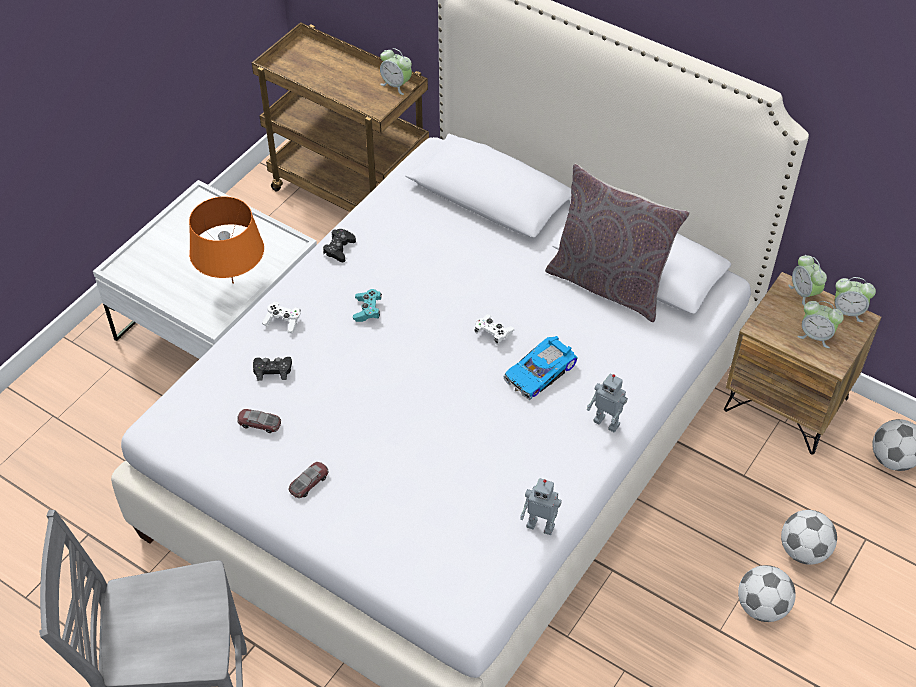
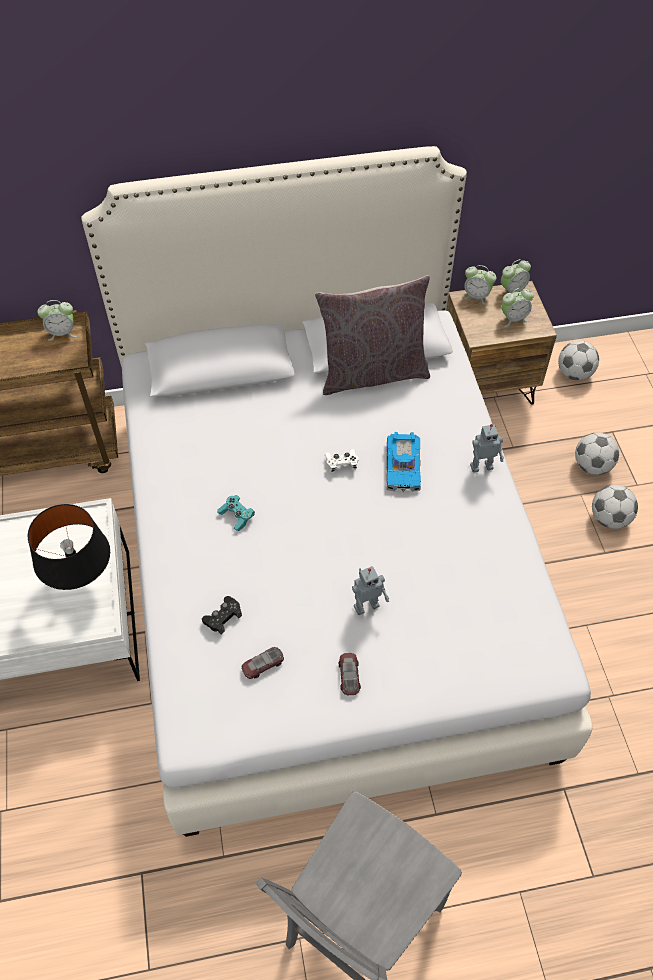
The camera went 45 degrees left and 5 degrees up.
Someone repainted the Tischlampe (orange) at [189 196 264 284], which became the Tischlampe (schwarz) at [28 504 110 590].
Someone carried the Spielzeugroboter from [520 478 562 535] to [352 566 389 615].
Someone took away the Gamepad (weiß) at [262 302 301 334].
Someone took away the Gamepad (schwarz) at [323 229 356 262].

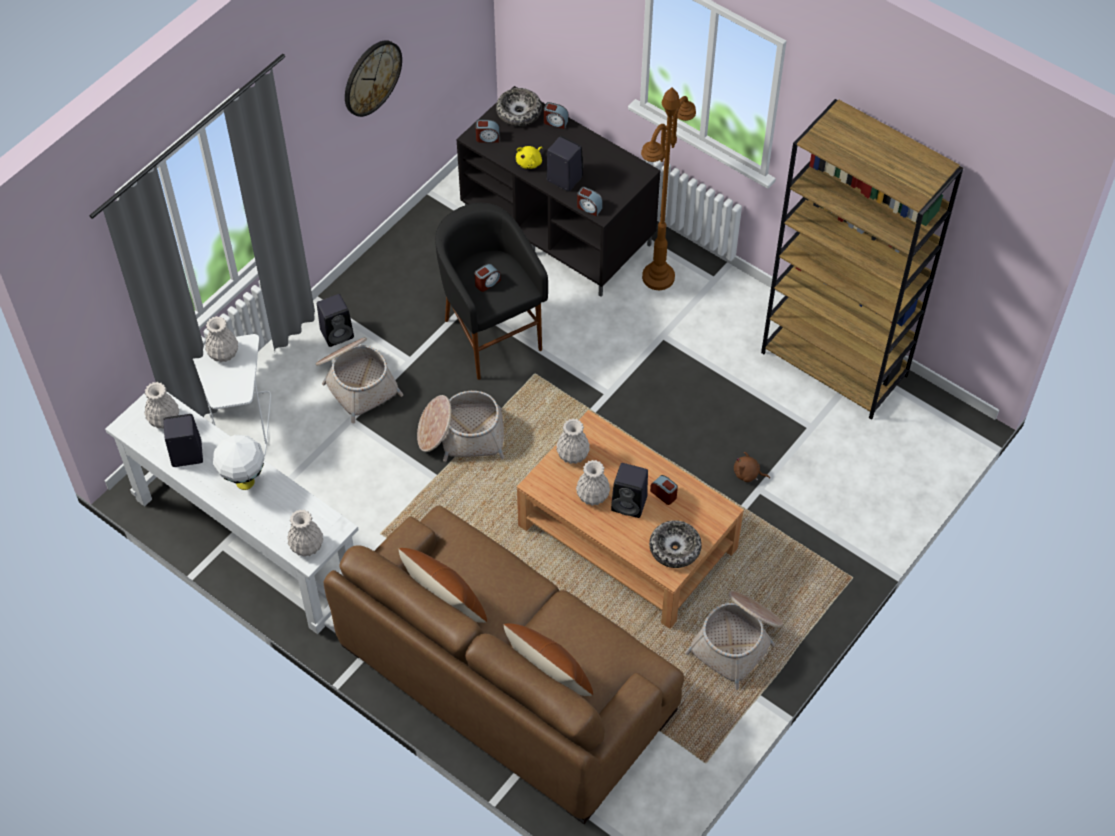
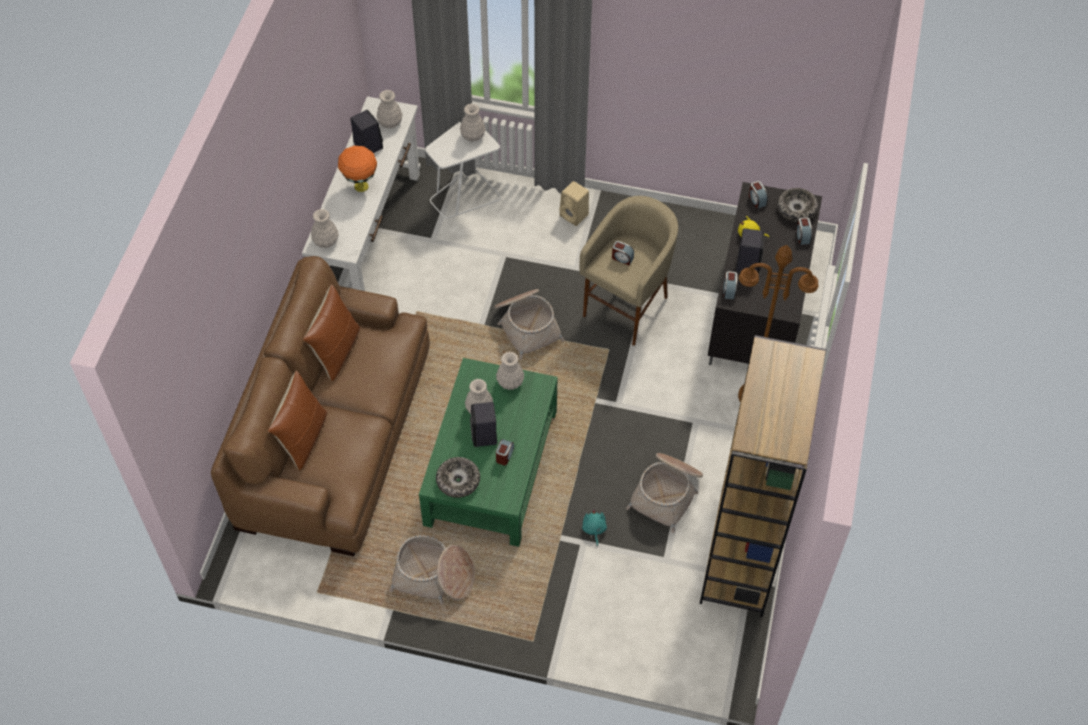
The camera went 65 degrees right and 0 degrees up.
Someone repainted the Tischlampe (weiß) at [213 435 264 490], which became the Tischlampe (orange) at [338 146 377 192].
Someone repainted the Couchtisch (braun) at [517 410 744 629], which became the Couchtisch (grün) at [419 358 558 547].
Someone repainted the Lautsprecher (schwarz) at [317 294 354 347], which became the Lautsprecher (beige) at [559 181 589 226].
Someone repainted the Hocker (schwarz) at [435 203 548 380], which became the Hocker (beige) at [579 196 678 346].
Someone repainted the Plüschtier (braun) at [734 452 770 482], which became the Plüschtier (türkis) at [582 509 607 546].
Someone carried the Korb from [316 337 404 423] to [626 453 703 533].
Someone took away the Wanduhr at [345 40 402 117].

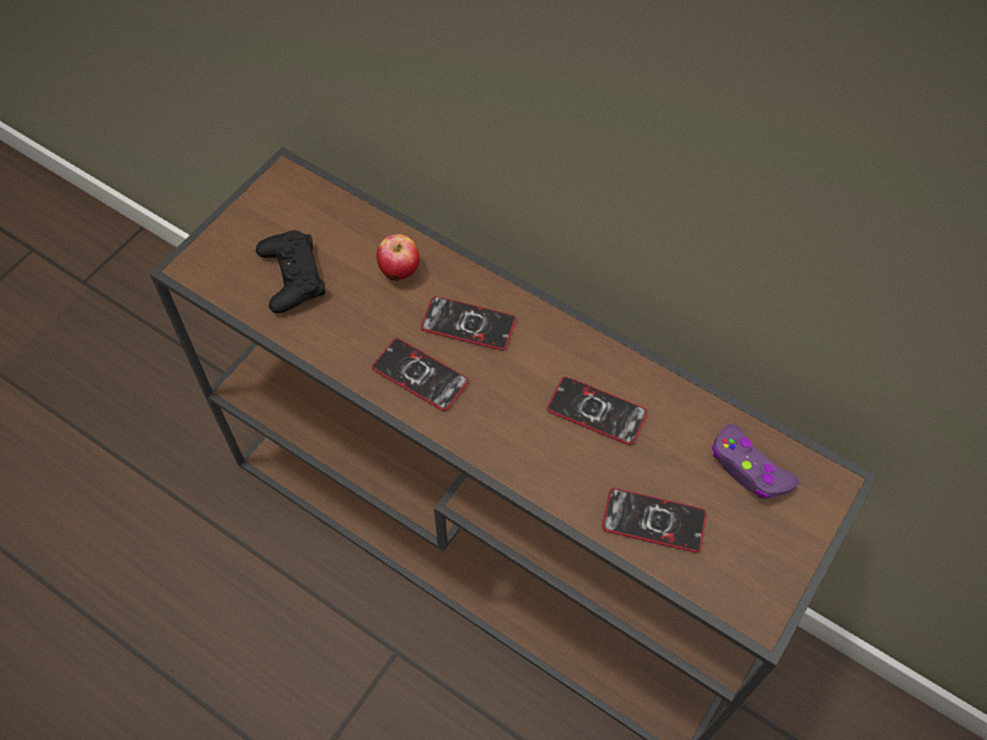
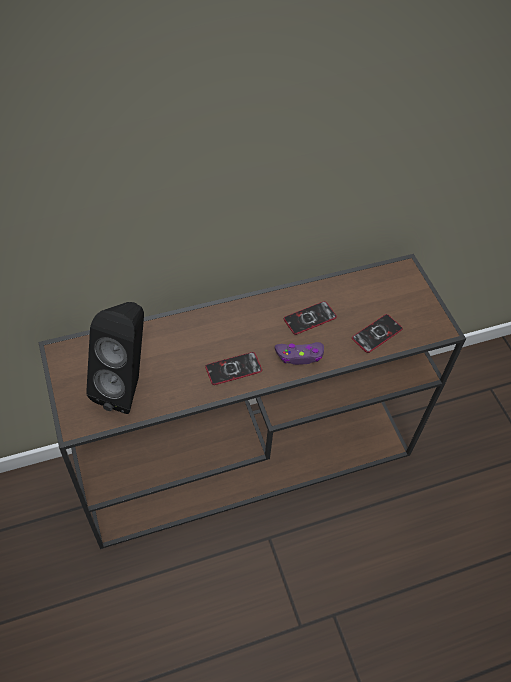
The camera went 55 degrees left and 5 degrees down.
Someone swapped the Gamepad (schwarz) at [256 230 325 314] for the Lautsprecher (schwarz) at [86 302 144 414].
Someone carried the Gamepad (lila) from [712 424 799 499] to [275 342 324 365].
Someone took away the Apfel at [376 234 420 281].
Someone took away the Handy at [421 296 516 350].

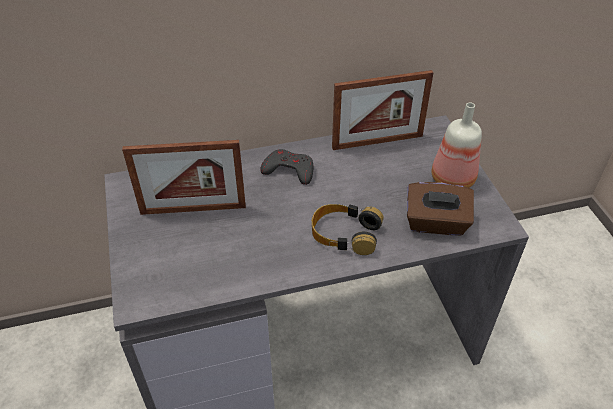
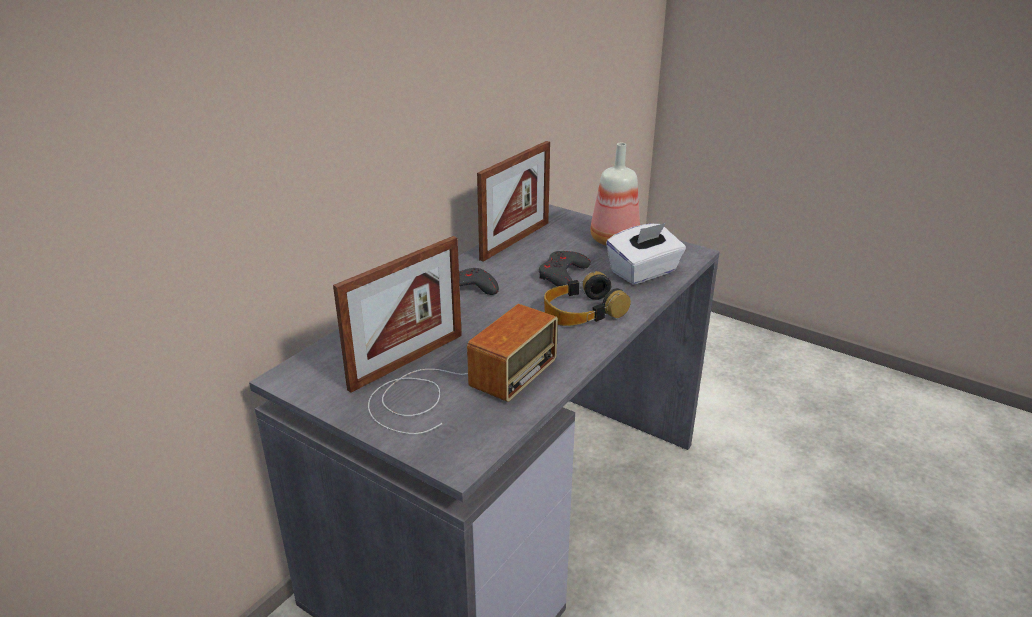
The camera went 40 degrees left and 15 degrees down.
Someone put down the Radio at [368 304 558 434].
Someone put down the Gamepad (grau) at [539 251 591 287].
Someone repainted the Taschentuchbox (braun) at [407 182 474 236], which became the Taschentuchbox (weiß) at [606 223 686 284].

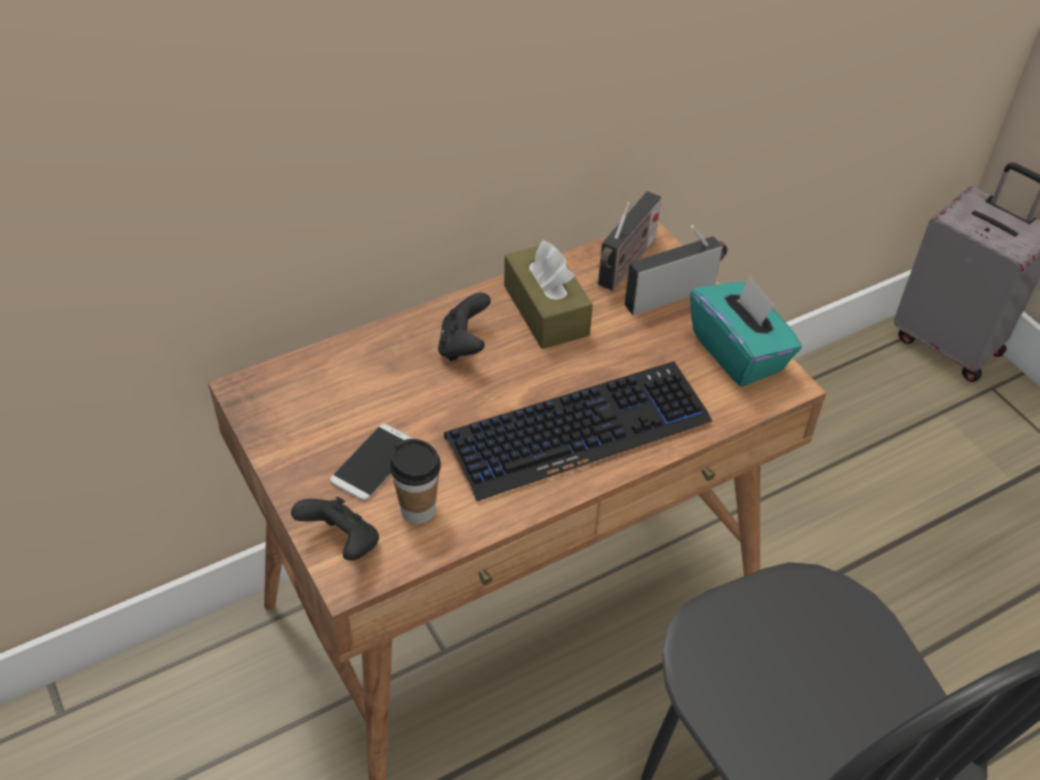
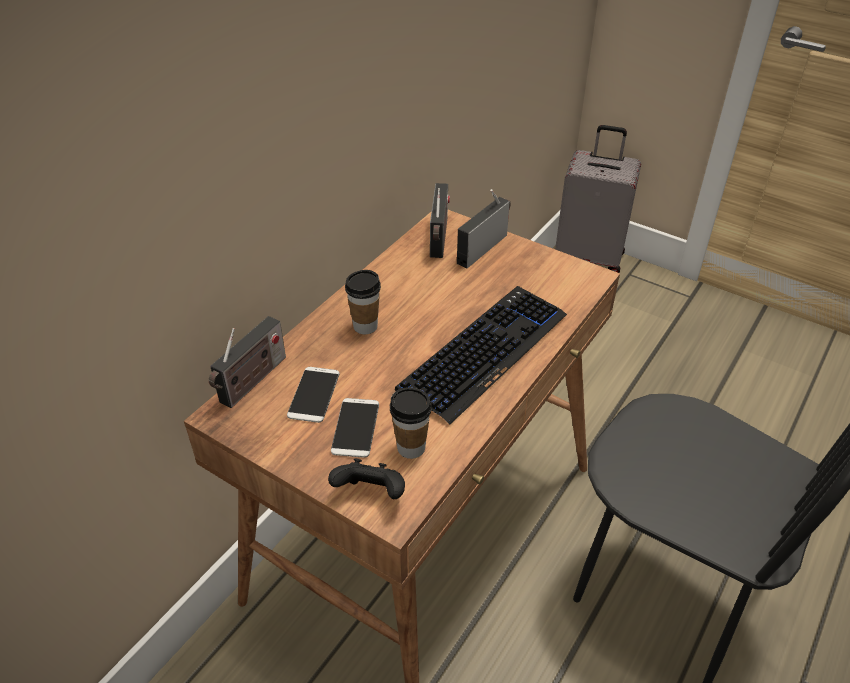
The camera went 25 degrees left and 5 degrees down.
Someone put down the Radio at [209 316 286 408].
Someone put down the Handy at [287 367 339 423].
Someone swapped the Gamepad (schwarz) at [438 293 491 361] for the Tasse at [345 270 381 334].
Someone took away the Taschentuchbox (braun) at [504 240 593 349].
Someone took away the Taschentuchbox (türkis) at [690 276 802 387].

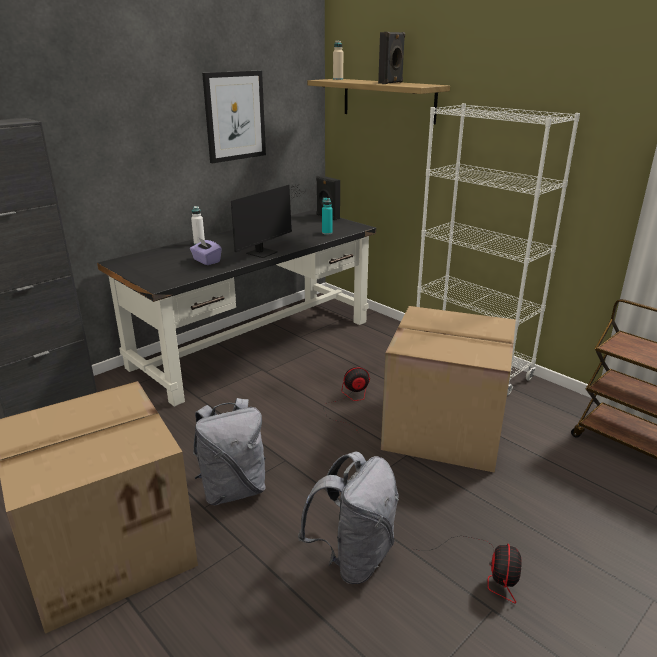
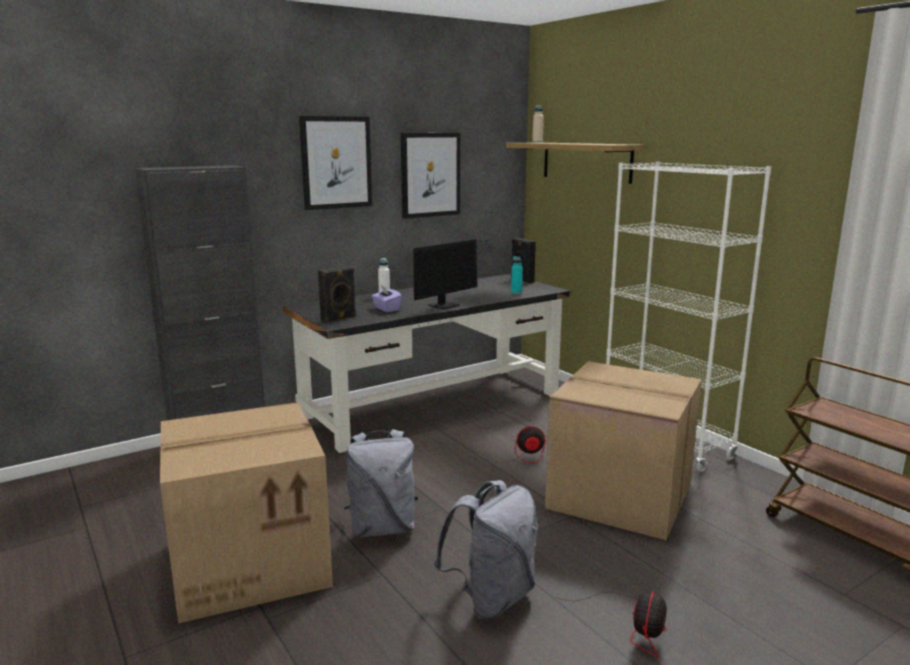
The camera went 10 degrees right and 10 degrees down.
Someone put up the Bild at [299 116 372 210].
Someone carried the Lautsprecher (schwarz) from [378 32 405 84] to [318 265 356 322].

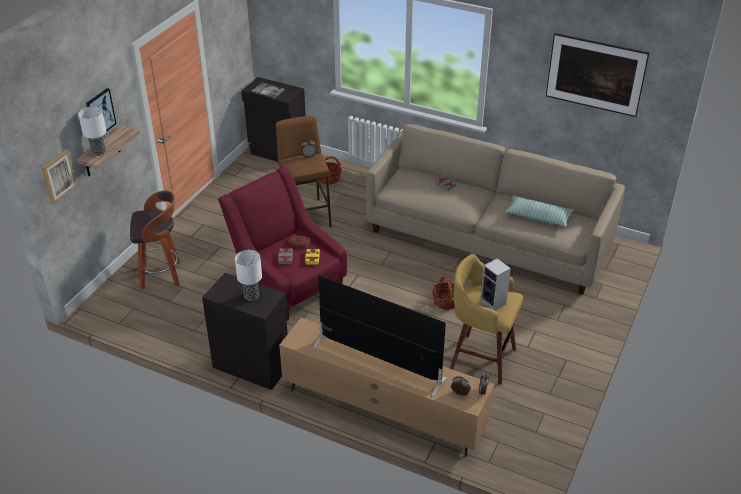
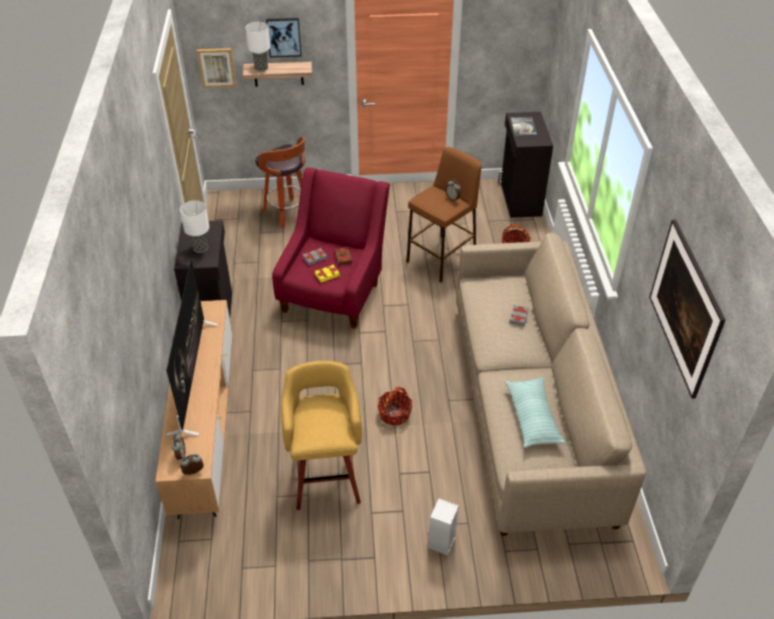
The camera went 60 degrees right and 5 degrees up.
Someone carried the Lautsprecher from [480 258 511 310] to [428 498 459 556].

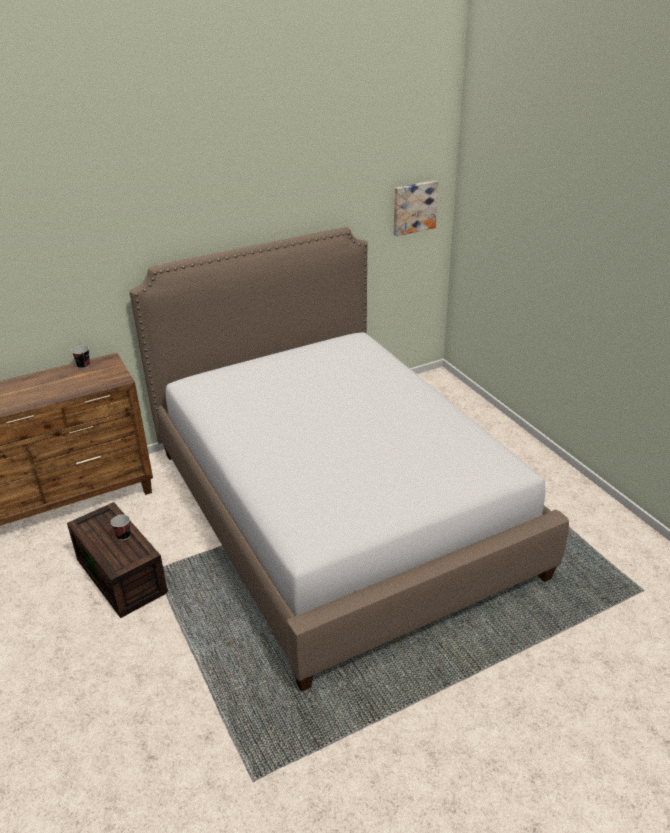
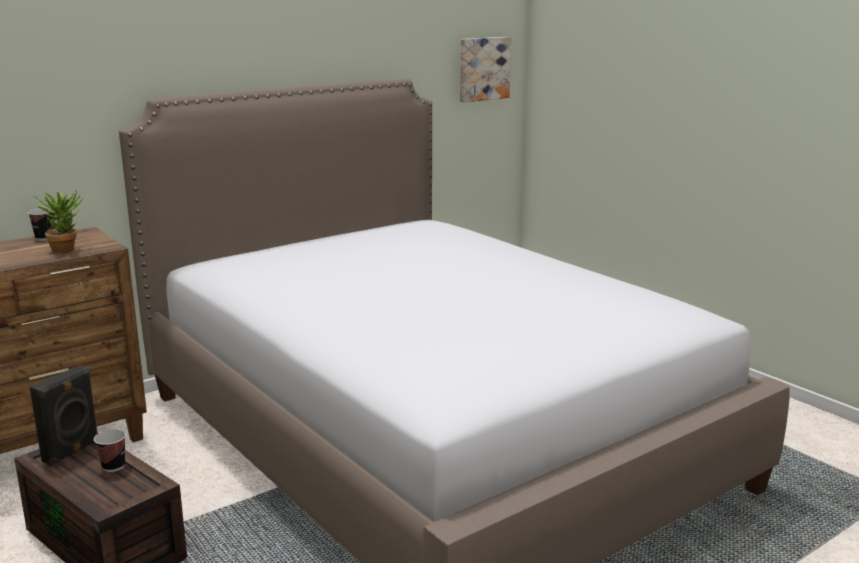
The camera went 10 degrees left and 15 degrees down.
Someone put down the Lautsprecher (schwarz) at [30 365 97 466].
Someone put down the Topfpflanze at [33 190 83 253].

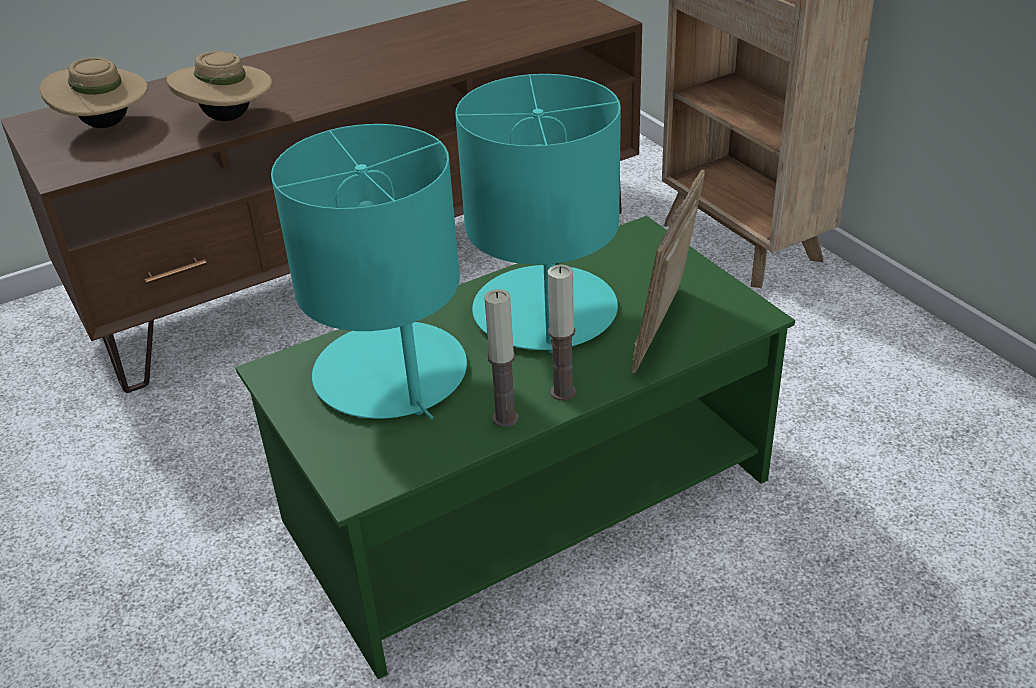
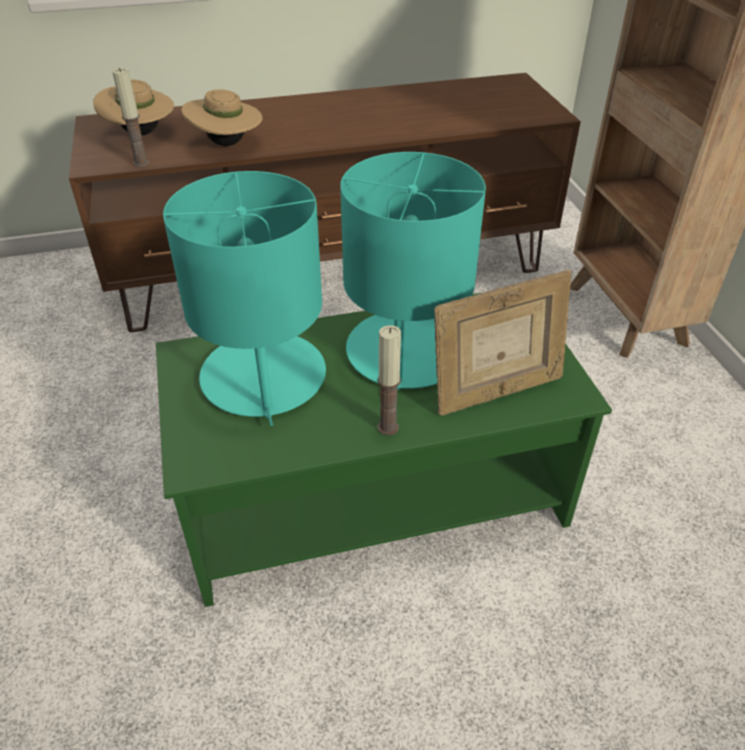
The camera went 15 degrees right and 5 degrees up.
Someone carried the Kerze from [484 289 519 427] to [112 68 149 167].
Someone rotated the Bilderrahmen at [632 170 705 373] by 150 degrees counterclockwise.

